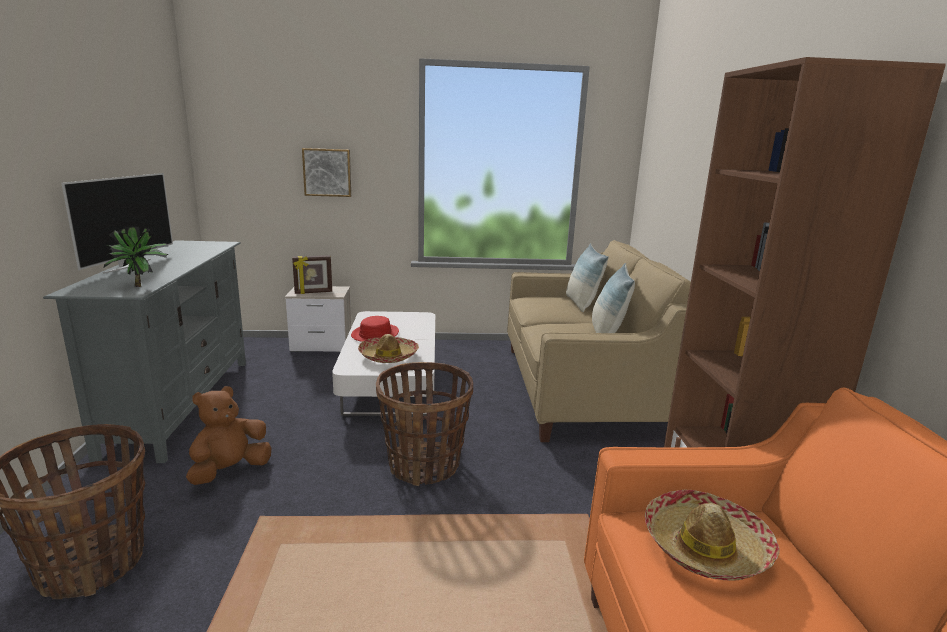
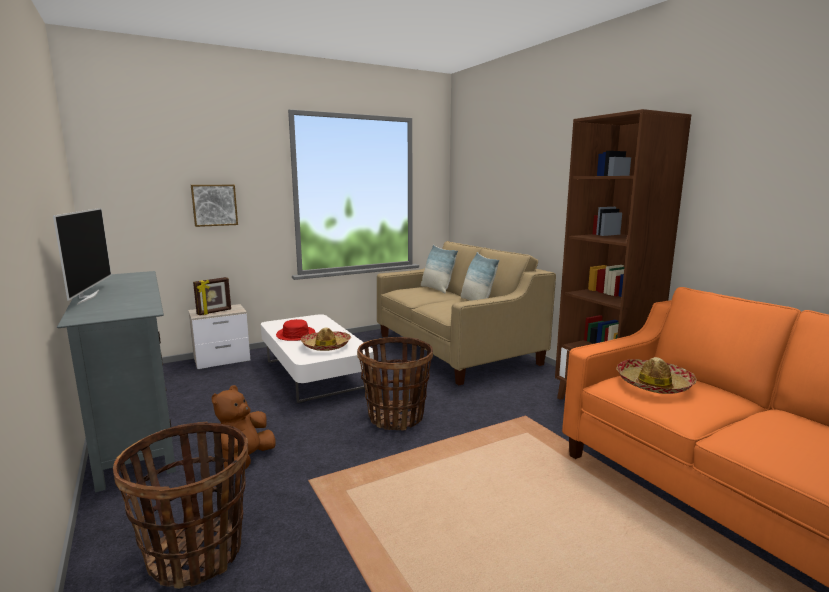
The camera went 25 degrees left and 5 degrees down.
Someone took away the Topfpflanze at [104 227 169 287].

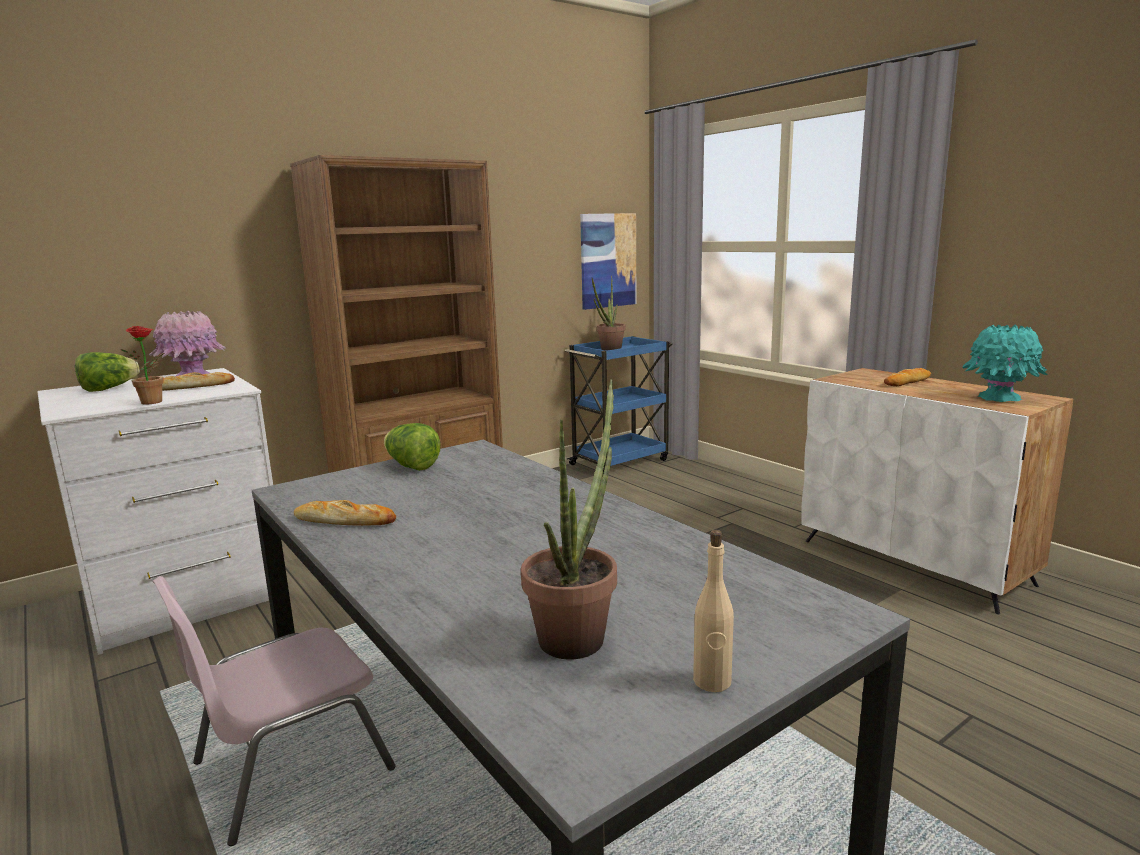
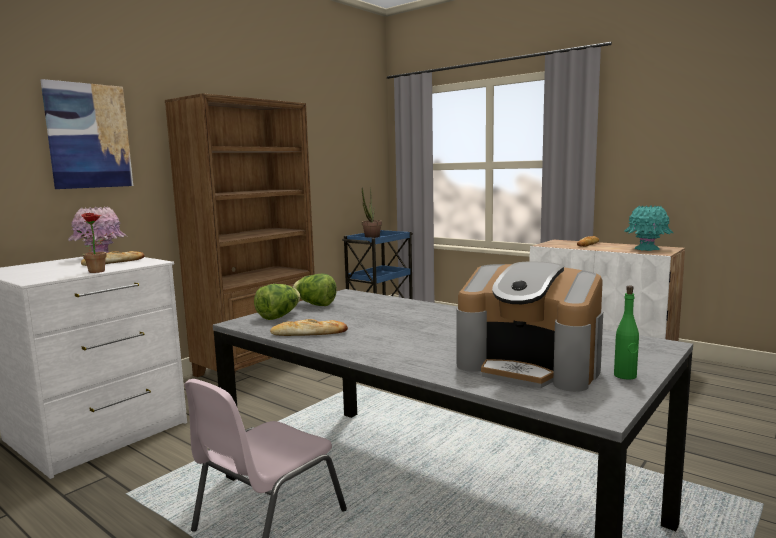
The camera went 15 degrees left and 5 degrees down.
Someone carried the Bild from [580 213 636 310] to [41 79 133 189].
Someone carried the Salatkopf from [75 352 140 392] to [254 284 301 320].
Someone swapped the Topfpflanze at [521 379 617 659] for the Kaffeemaschine at [456 262 603 392].
Someone repainted the Flasche (beige) at [693 530 734 692], which became the Flasche (grün) at [614 285 639 379].

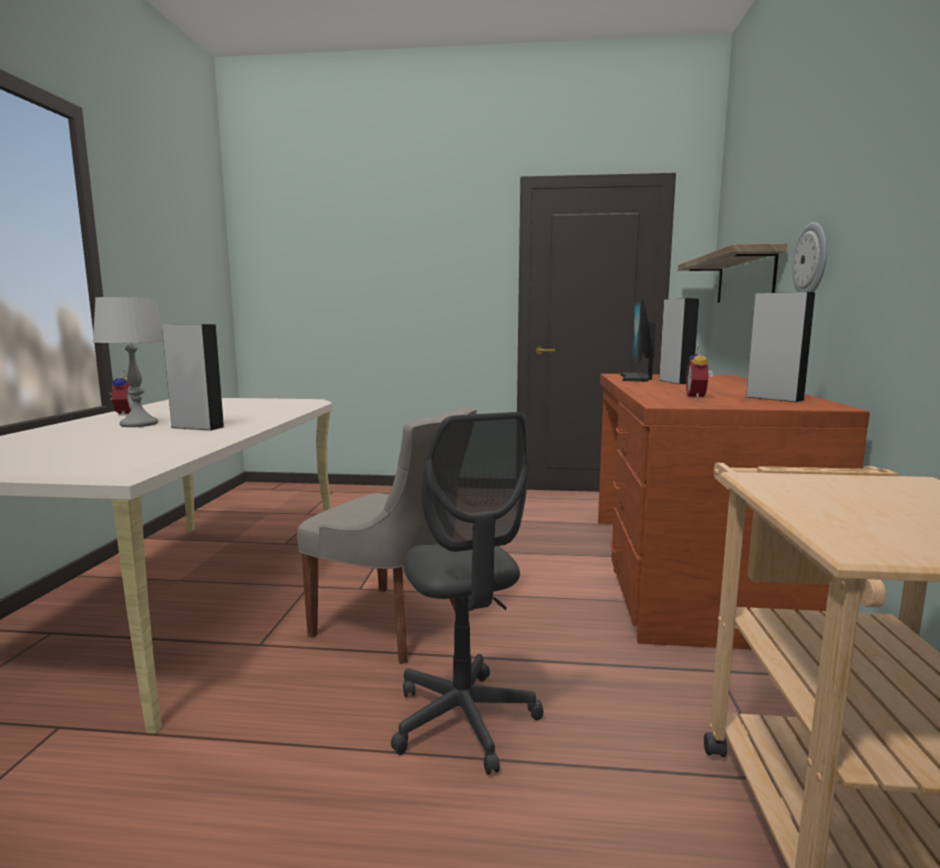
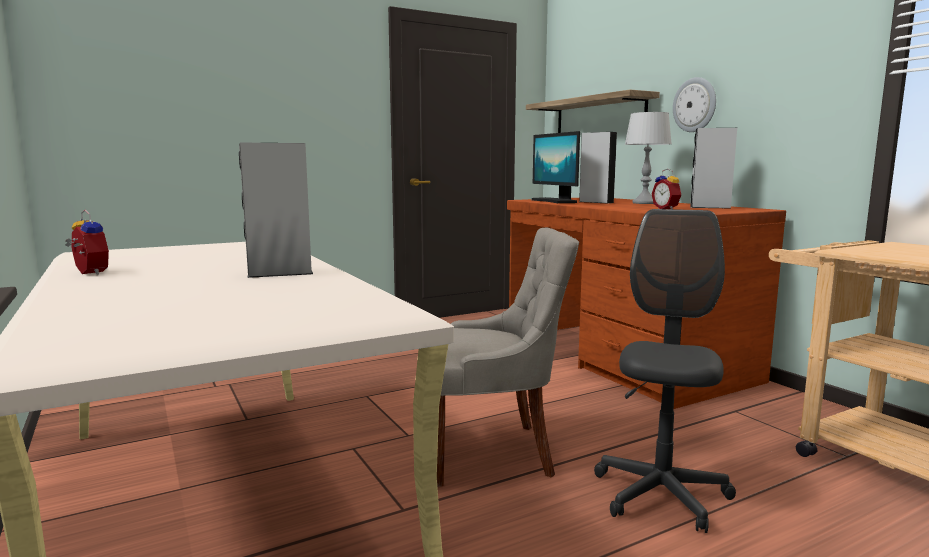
The camera went 35 degrees left and 0 degrees up.
Someone rotated the Bürostuhl (grau) at [391 412 544 775] by 105 degrees counterclockwise.
Someone carried the Tischlampe (grau) from [93 297 163 427] to [625 112 672 204].

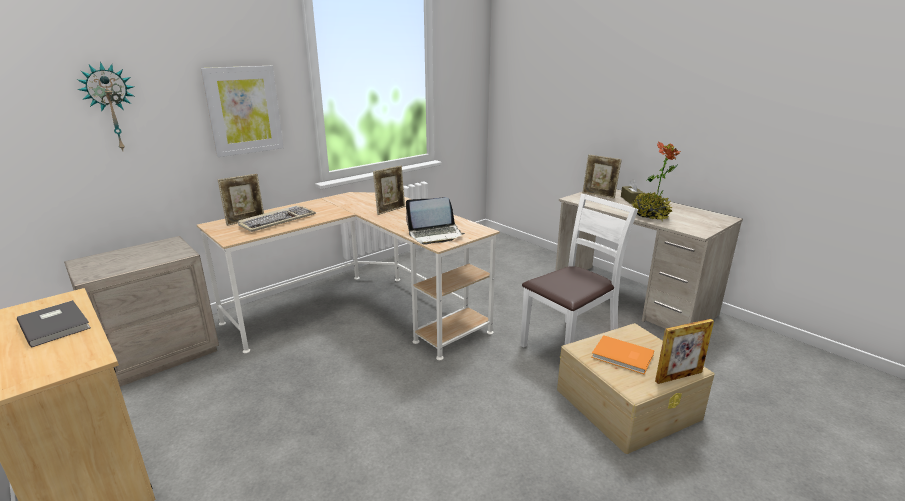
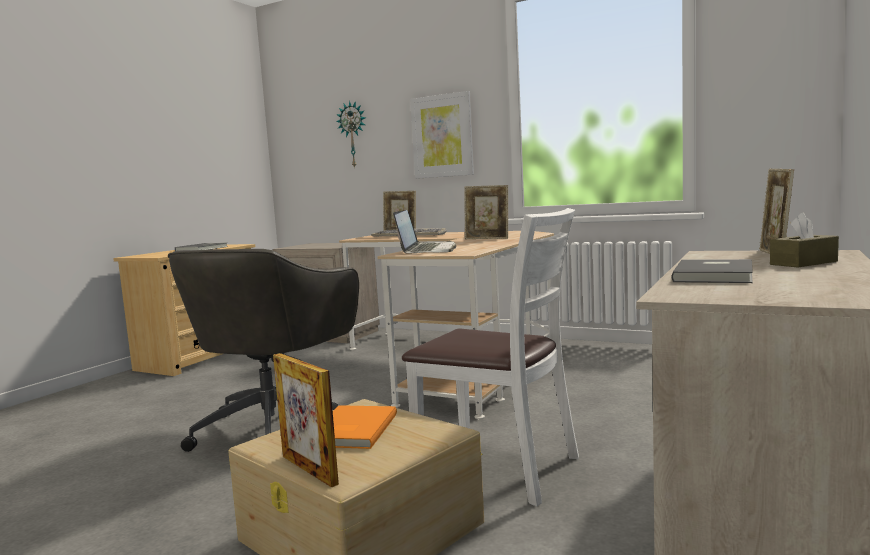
The camera went 70 degrees right and 15 degrees down.
Someone put down the Bürostuhl (grau) at [168 249 359 452].
Someone rotated the Laptop at [406 197 465 245] by 135 degrees counterclockwise.
Someone swapped the Topfpflanze at [630 142 681 220] for the Buch (grau) at [671 259 753 283].

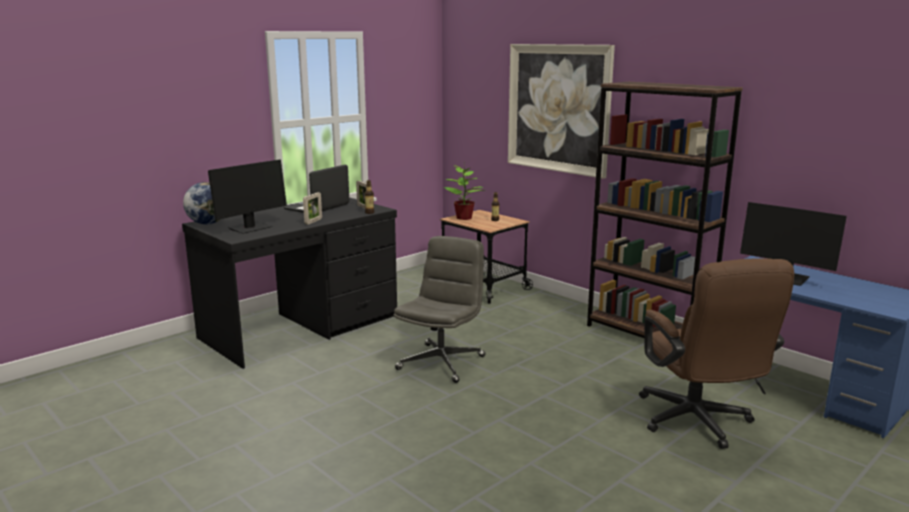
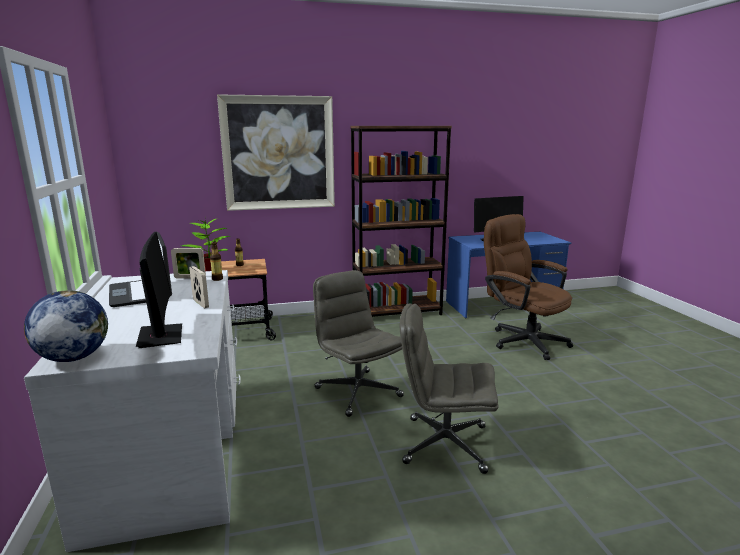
The camera went 60 degrees left and 0 degrees up.
Someone repainted the Schreibtisch (schwarz) at [182 197 397 369], which became the Schreibtisch (weiß) at [24 270 241 552].
Someone put down the Bürostuhl (grau) at [400 303 498 474].
Someone rotated the Bürostuhl (braun) at [639 258 794 449] by 150 degrees counterclockwise.

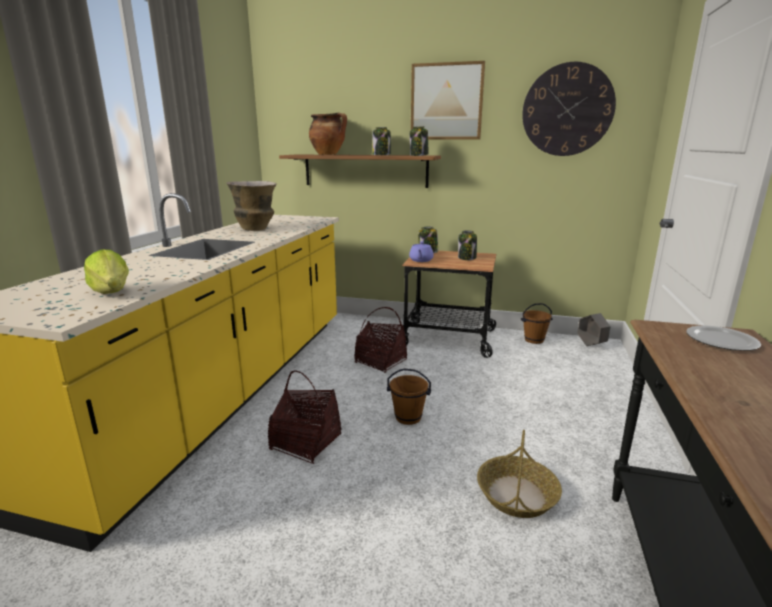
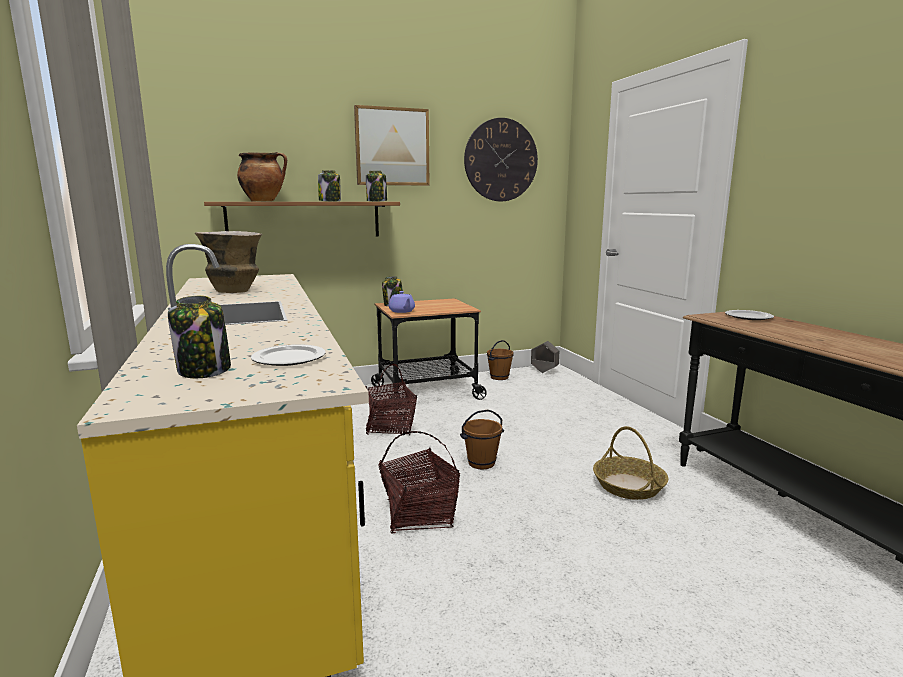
The camera went 35 degrees left and 5 degrees down.
Someone carried the Vorratsglas from [458 230 477 260] to [168 296 231 378].
Someone swapped the Salatkopf at [84 249 129 294] for the Teller at [251 344 325 366].

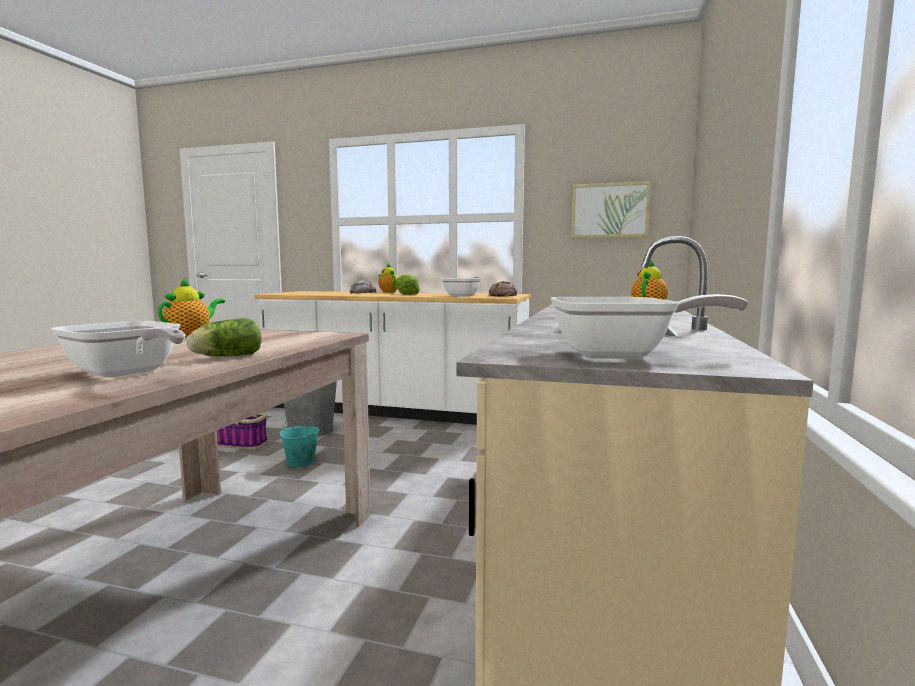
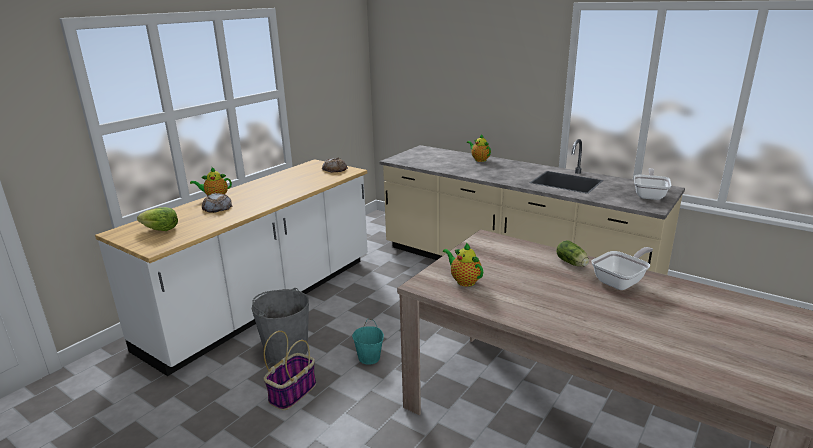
The camera went 70 degrees left and 15 degrees up.
Someone carried the Salatkopf from [396 274 420 295] to [137 207 178 231].
Someone took away the Pfanne at [441 276 482 297].
Someone took away the Bild at [571 181 651 238].

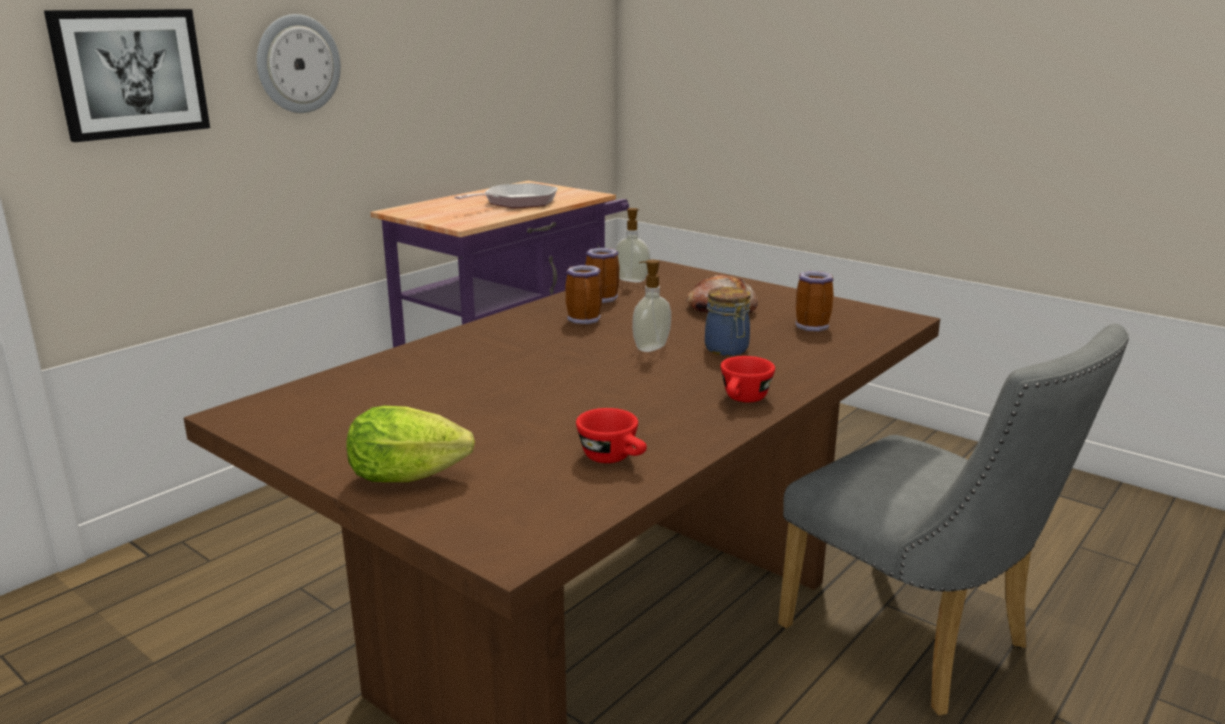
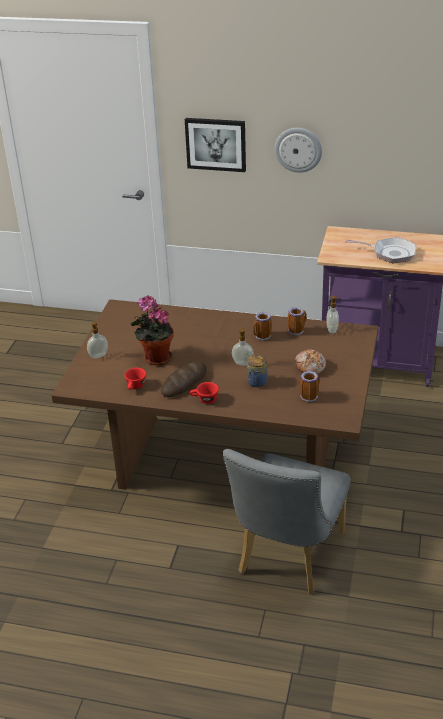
The camera went 65 degrees right and 15 degrees up.
Someone swapped the Salatkopf at [346 406 475 482] for the Seifenspender at [87 322 108 359].
Someone put down the Topfpflanze at [130 295 173 366].
Someone put down the Brot at [161 362 207 397].

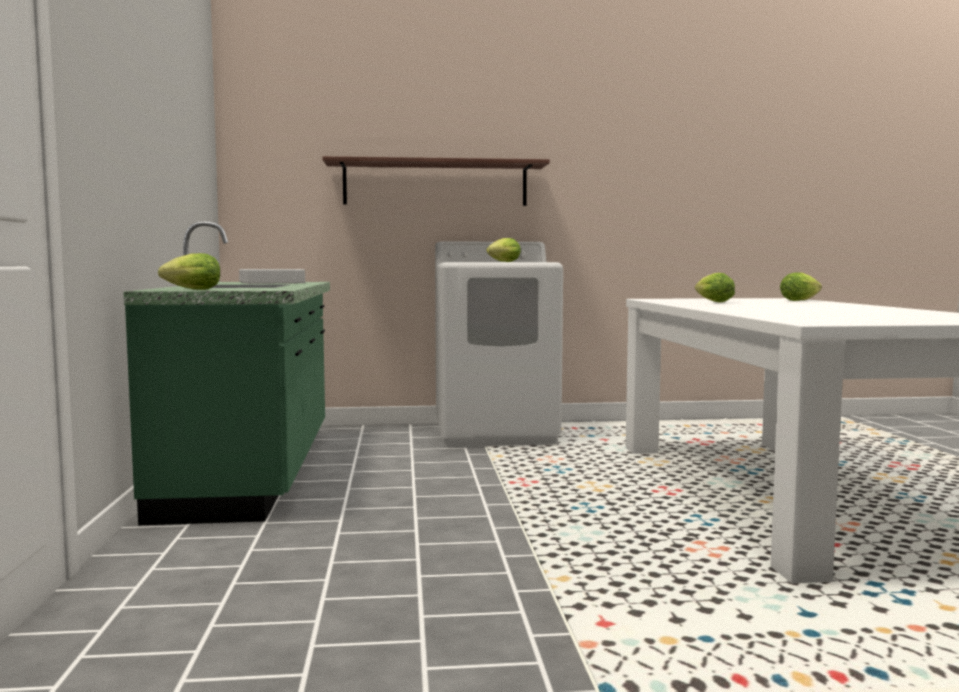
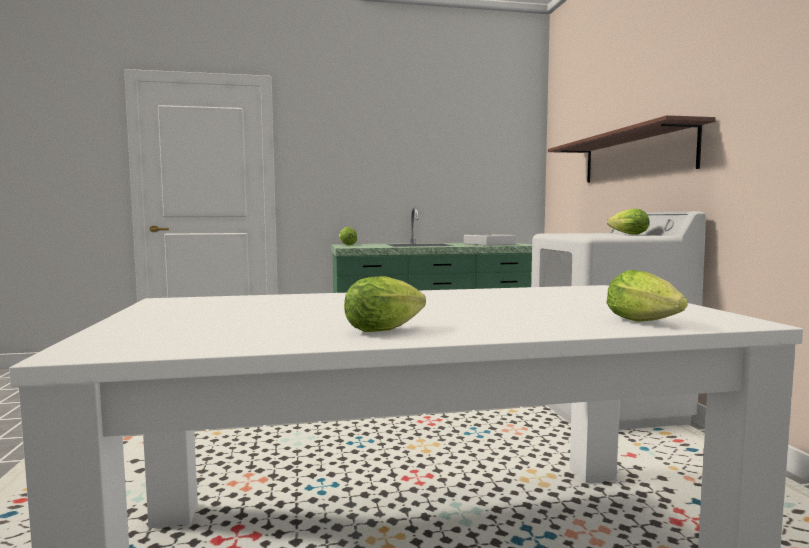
The camera went 85 degrees right and 0 degrees up.
Someone carried the Salatkopf from [695 273 735 302] to [344 276 426 332].

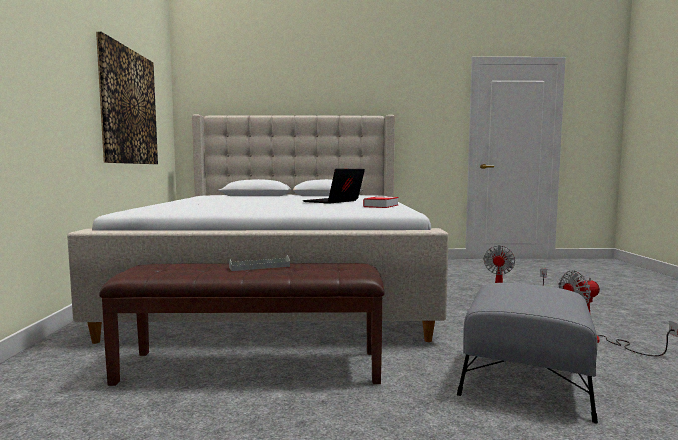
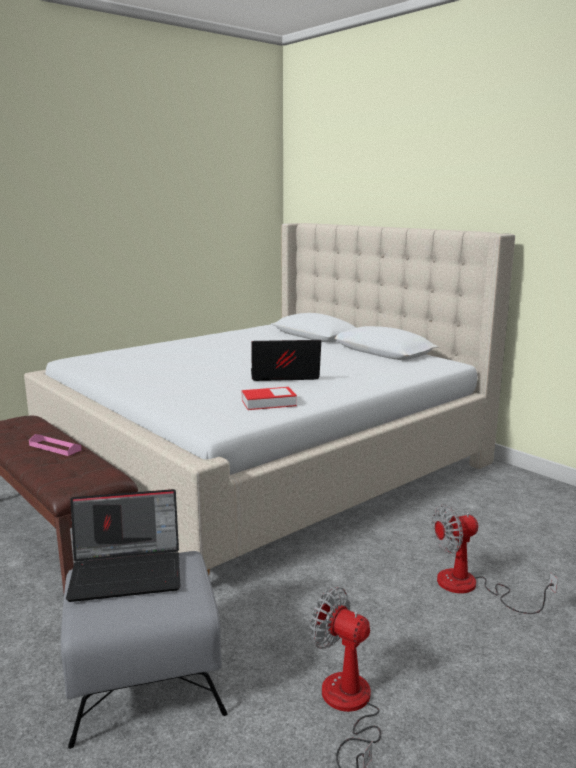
The camera went 50 degrees right and 10 degrees up.
Someone repainted the Tablett (grau) at [229 255 290 271], which became the Tablett (rosa) at [29 434 81 456].
Someone put down the Laptop at [66 489 180 602].
Someone took away the Bild at [96 31 158 164].

